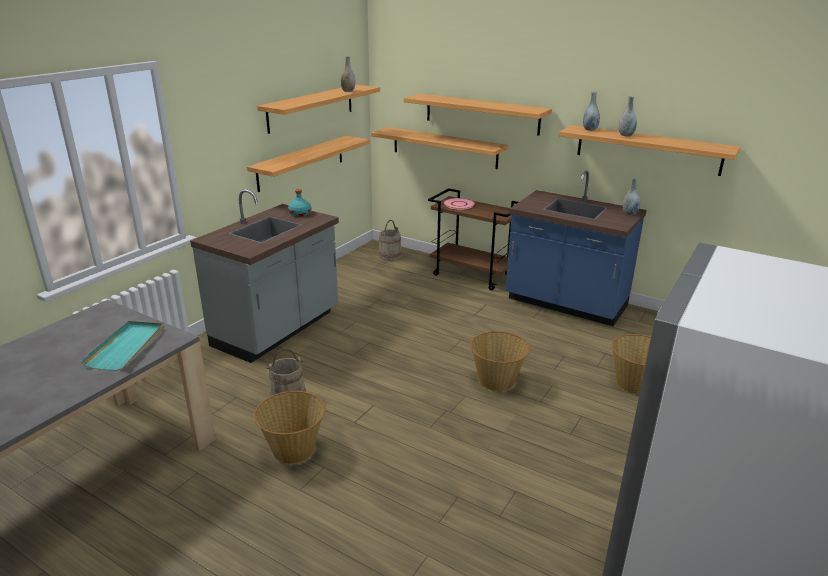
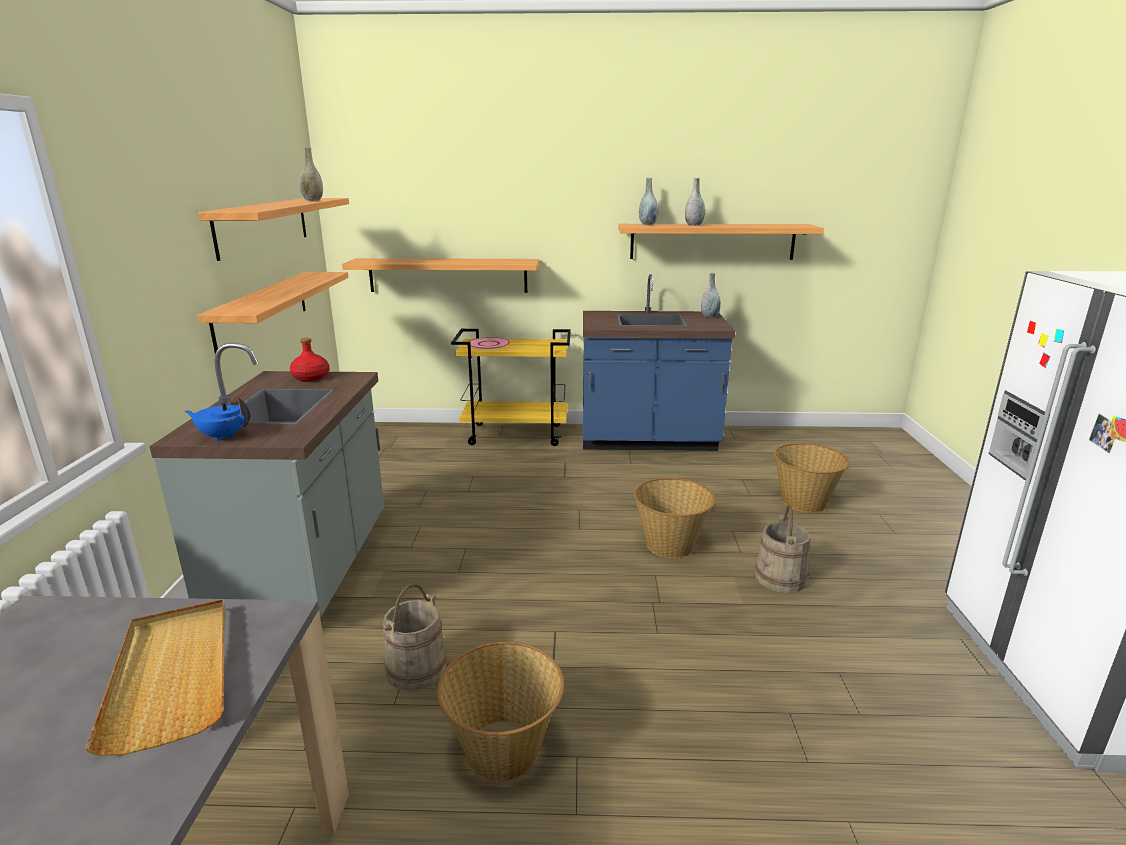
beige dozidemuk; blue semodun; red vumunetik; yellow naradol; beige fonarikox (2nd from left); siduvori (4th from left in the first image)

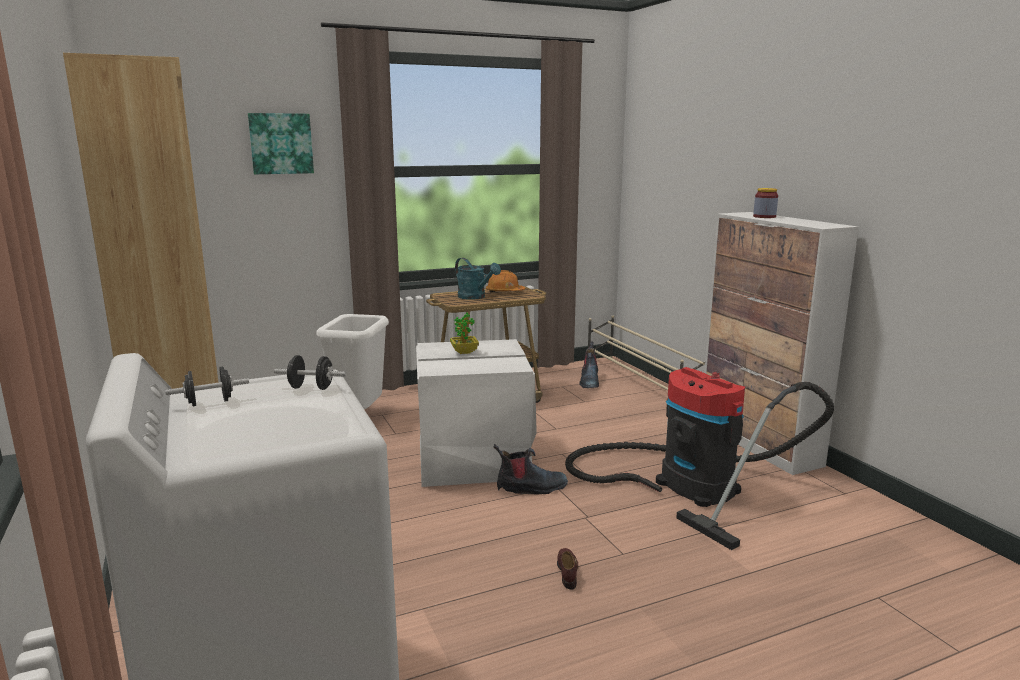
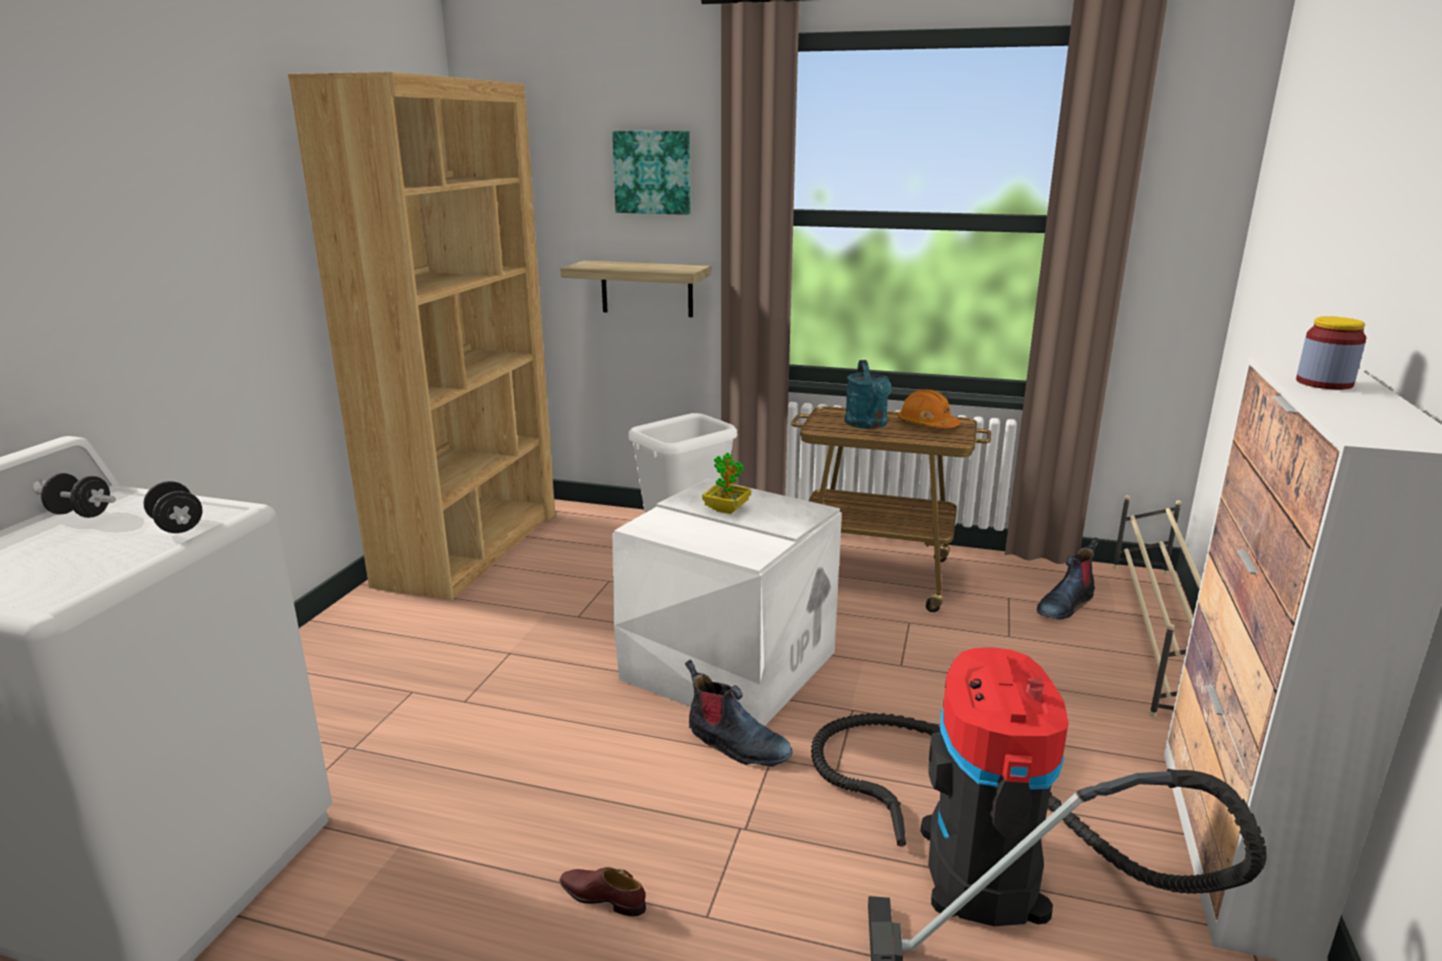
siduvori; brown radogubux

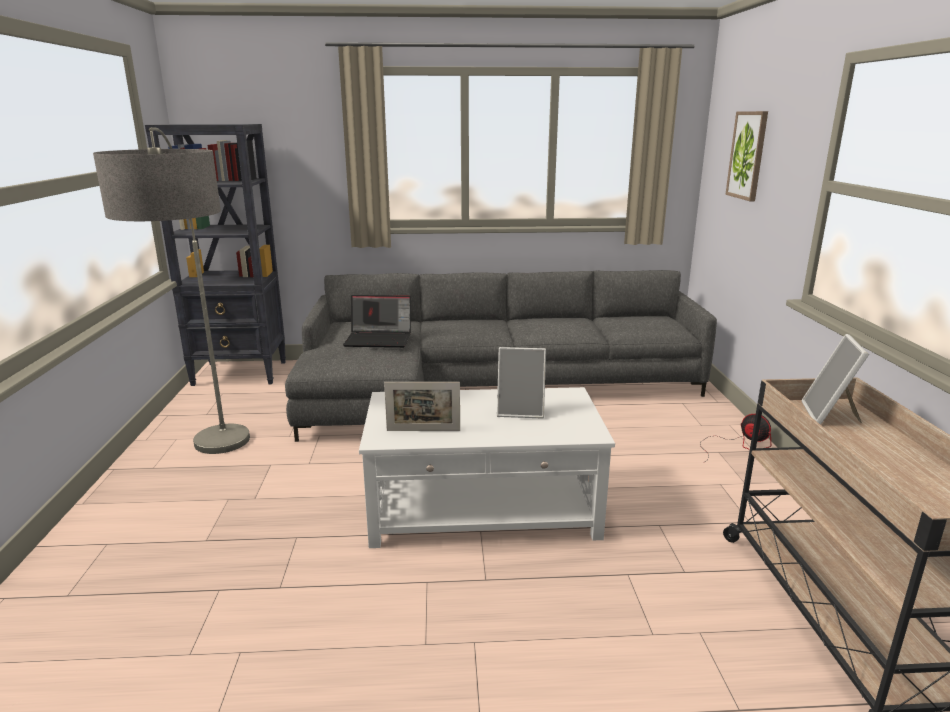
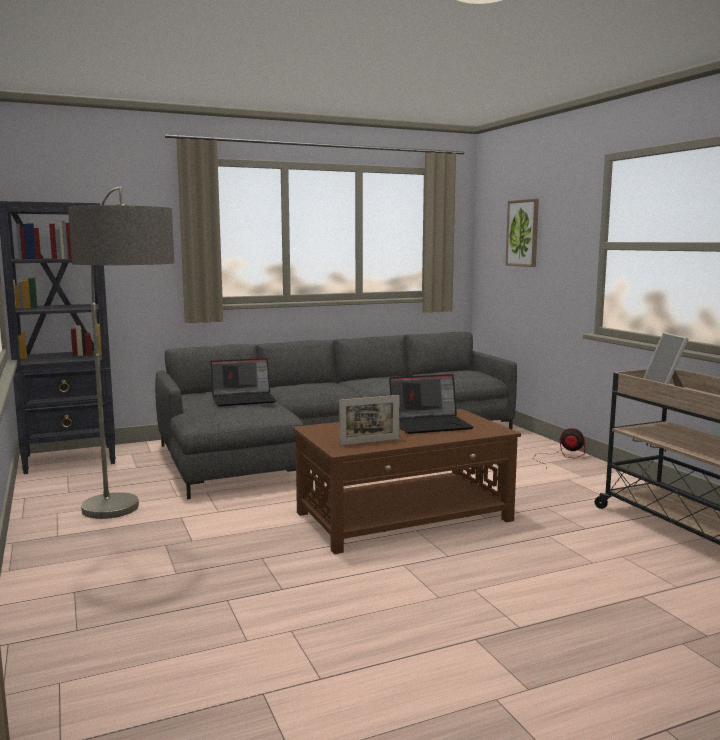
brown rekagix; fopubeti (2nd from left)

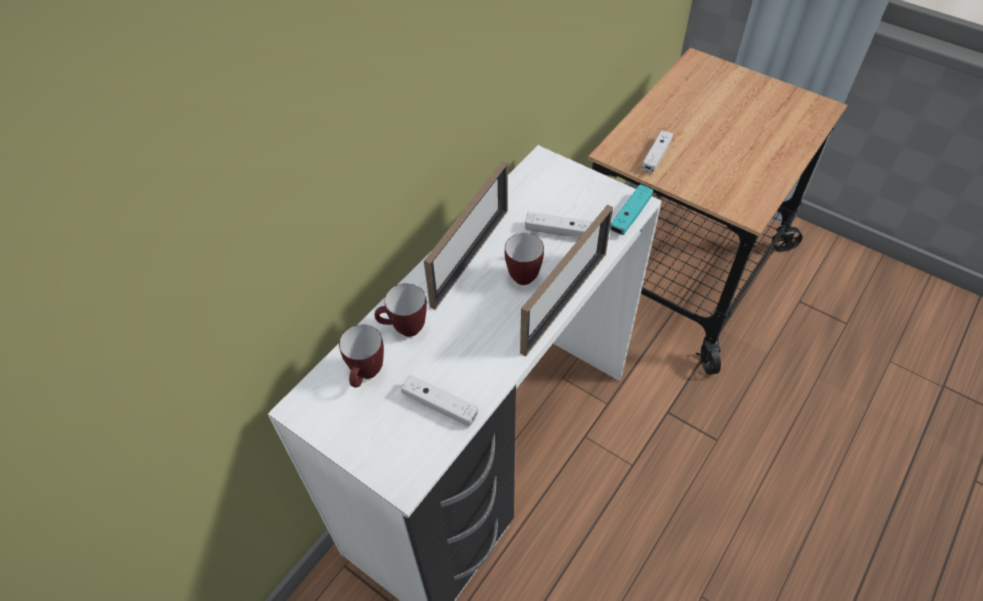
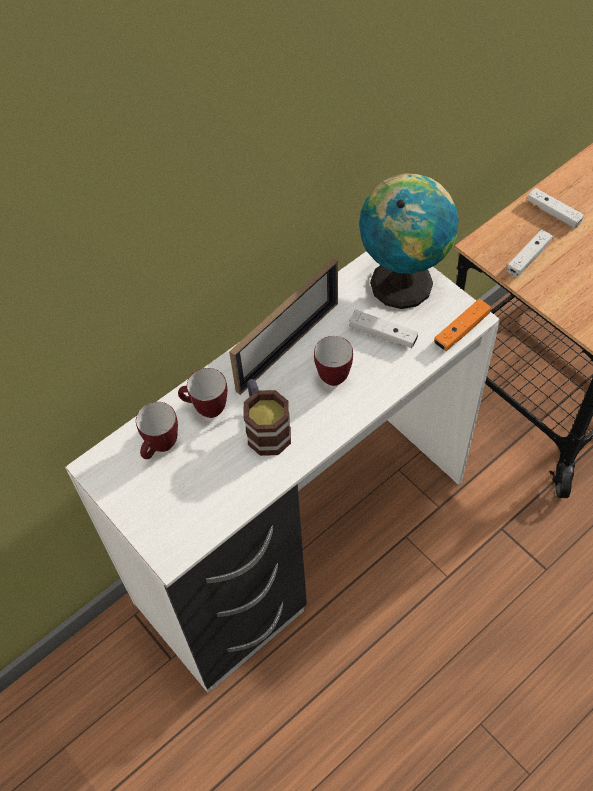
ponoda (3rd from left); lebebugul; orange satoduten; white satoduten (3rd from left); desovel (2nd from left in the first image)

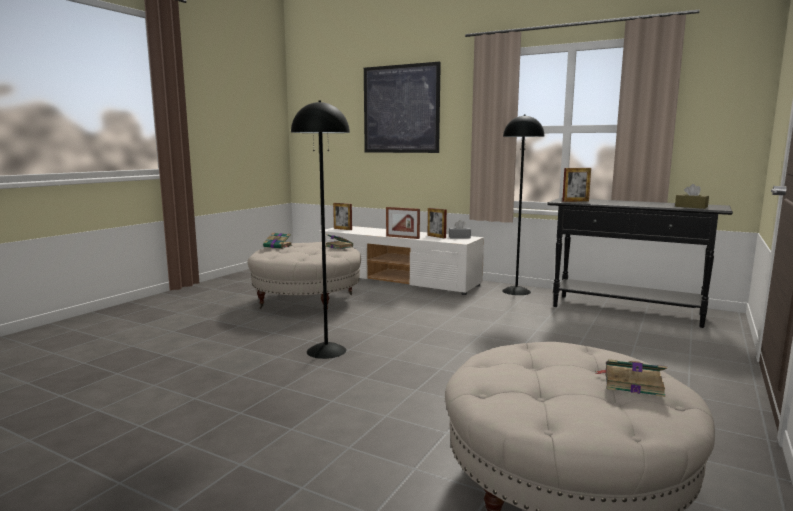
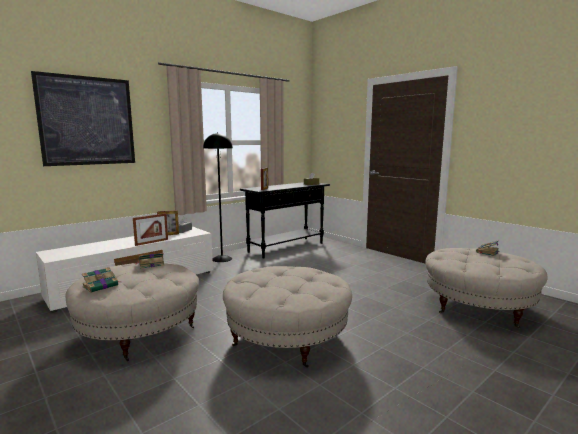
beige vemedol (2nd from left); desovel (1st from left in the first image)

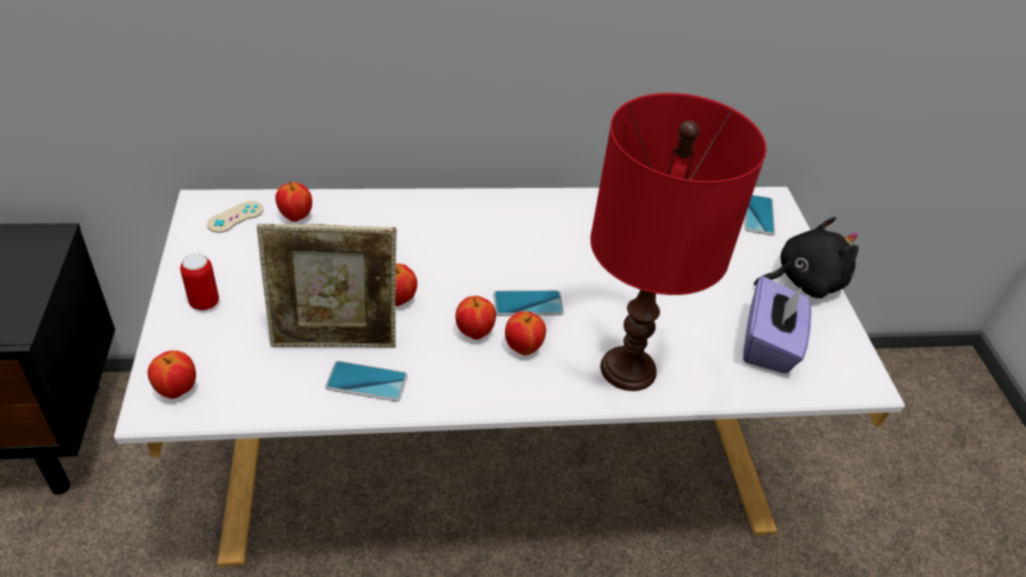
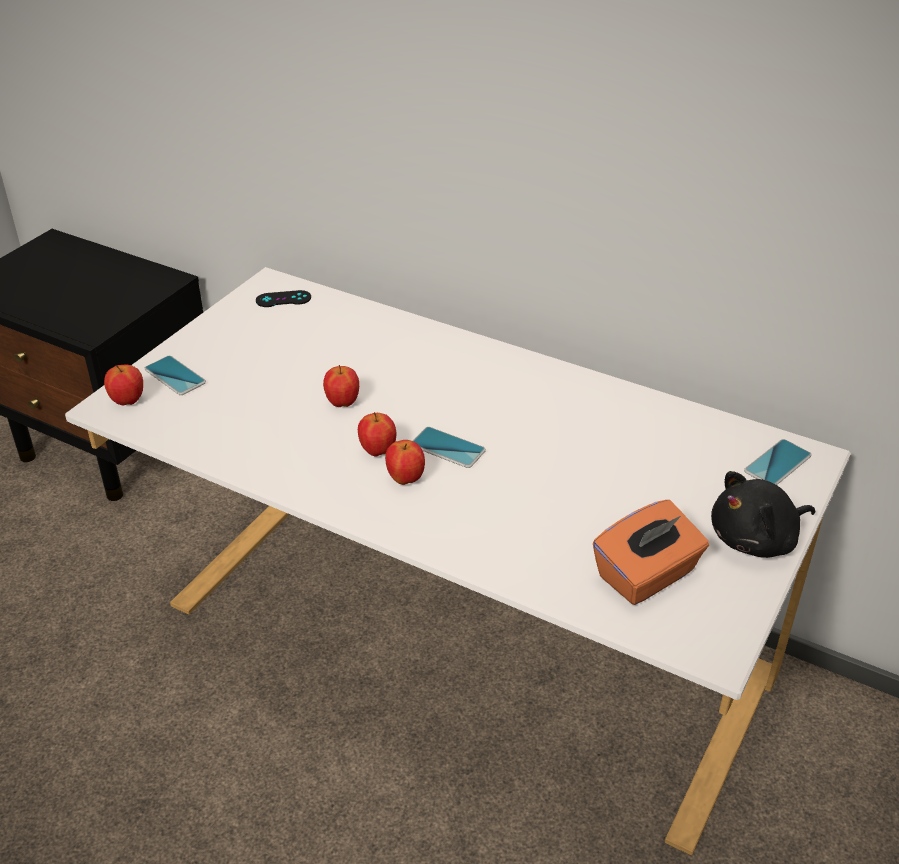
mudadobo (1st from left); black satoduten; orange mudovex; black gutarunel; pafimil; desovel; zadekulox (2nd from left in the first image); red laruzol

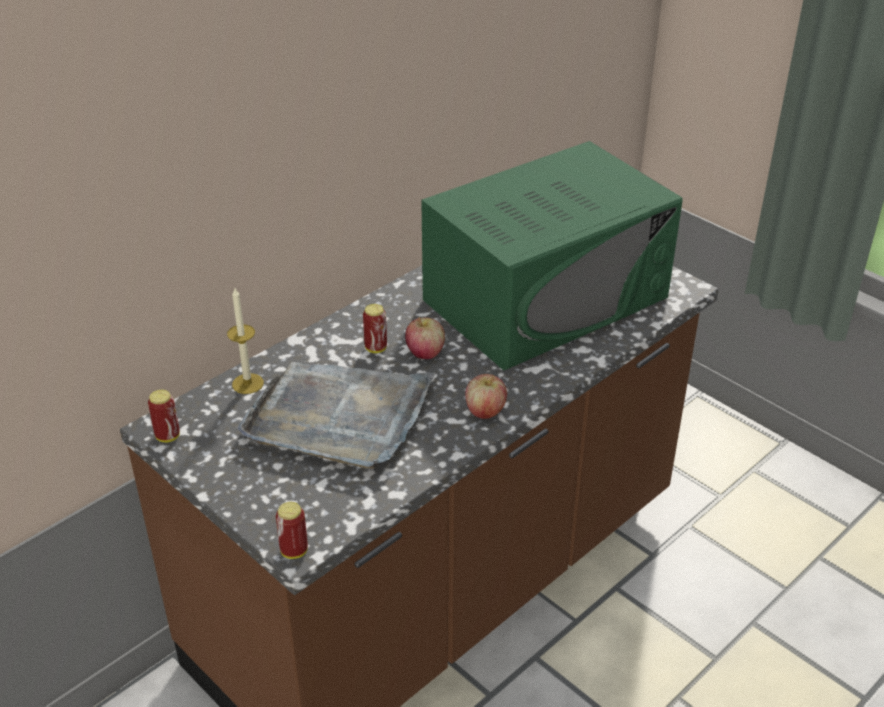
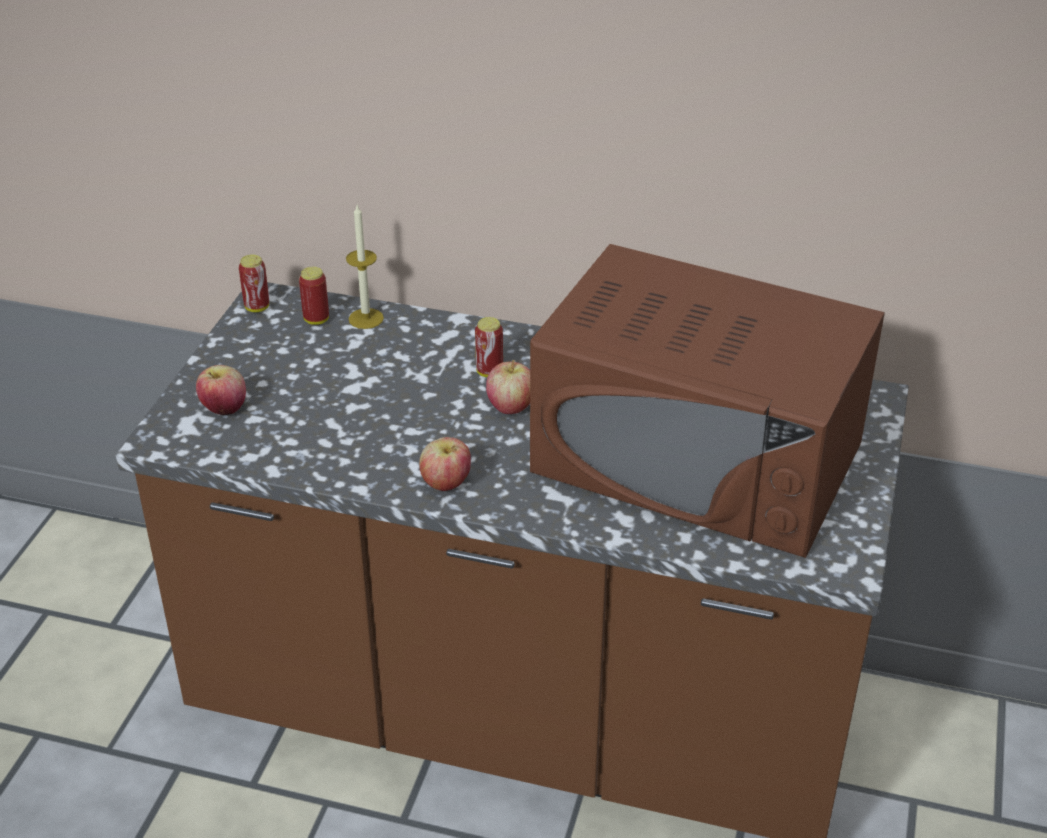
zadekulox (1st from left); pafimil (2nd from left); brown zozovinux; grey dozidemuk

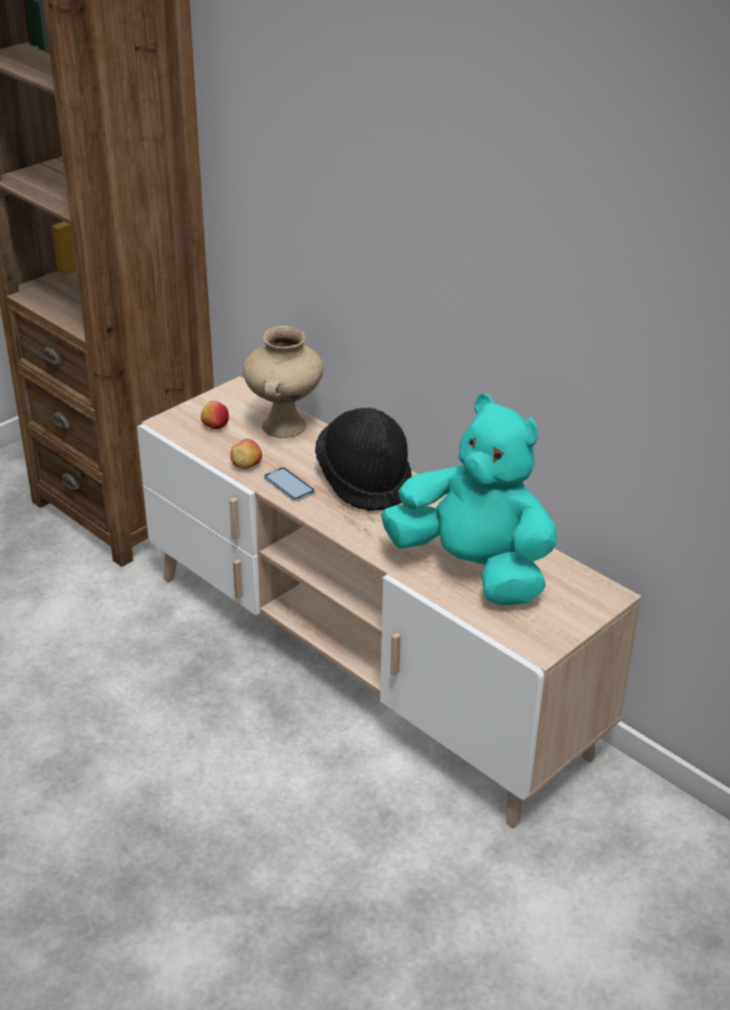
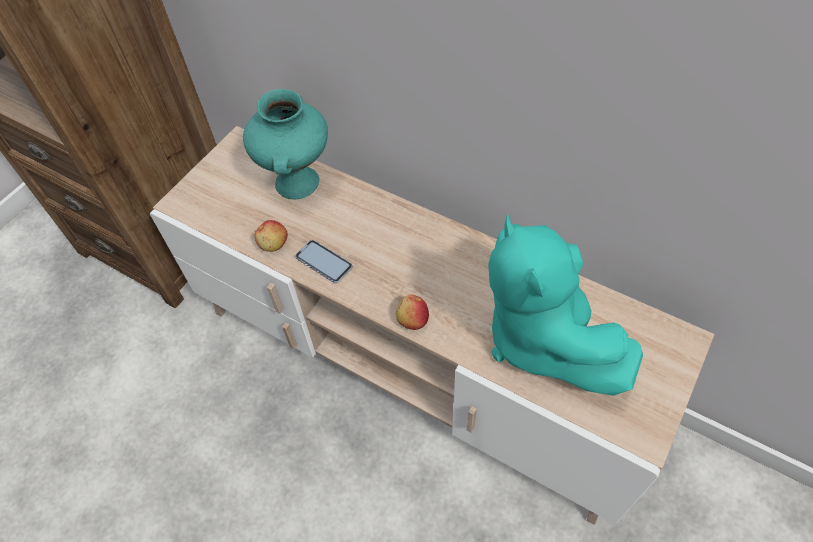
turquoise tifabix; zadekulox (2nd from left); turquoise gutarunel; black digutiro

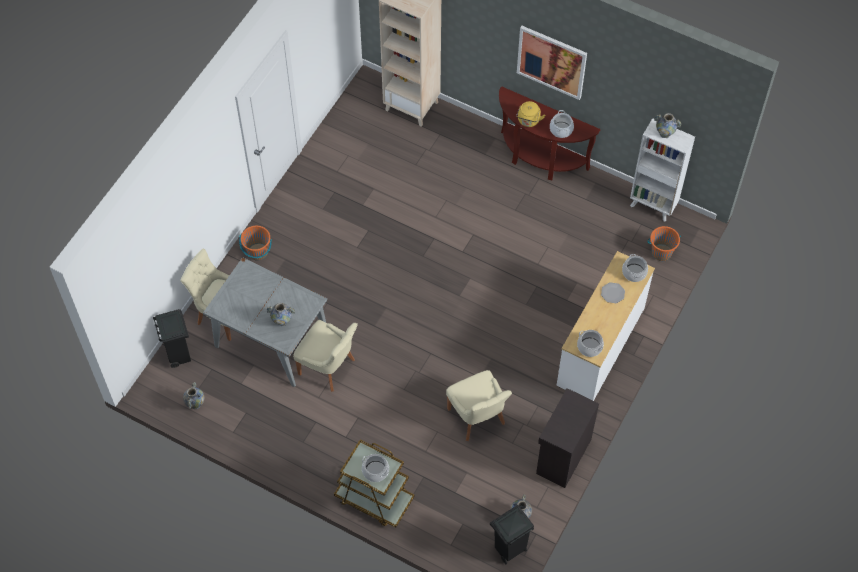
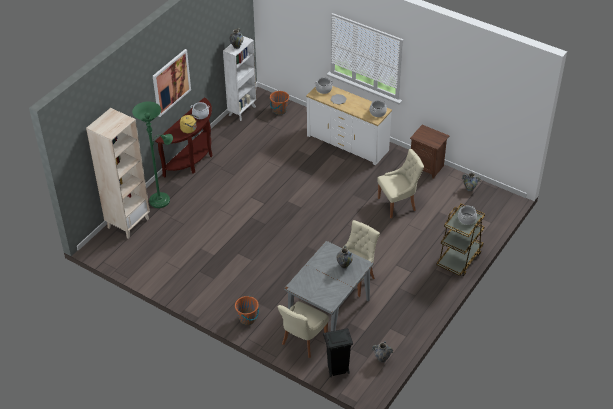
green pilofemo; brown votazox; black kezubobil (2nd from left in the first image)

